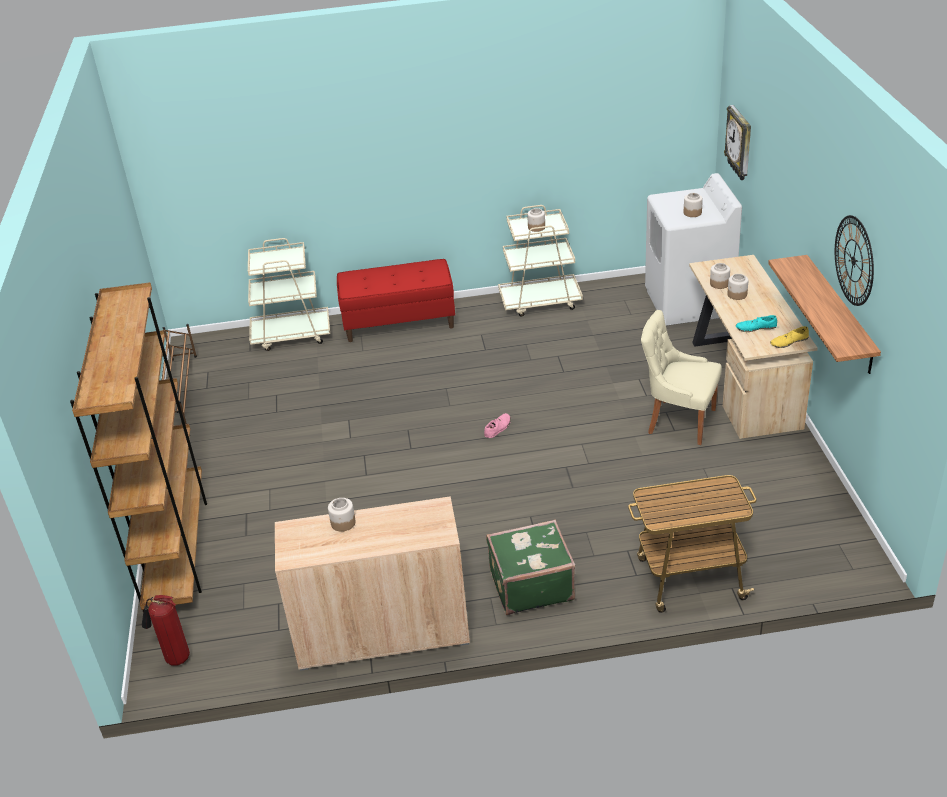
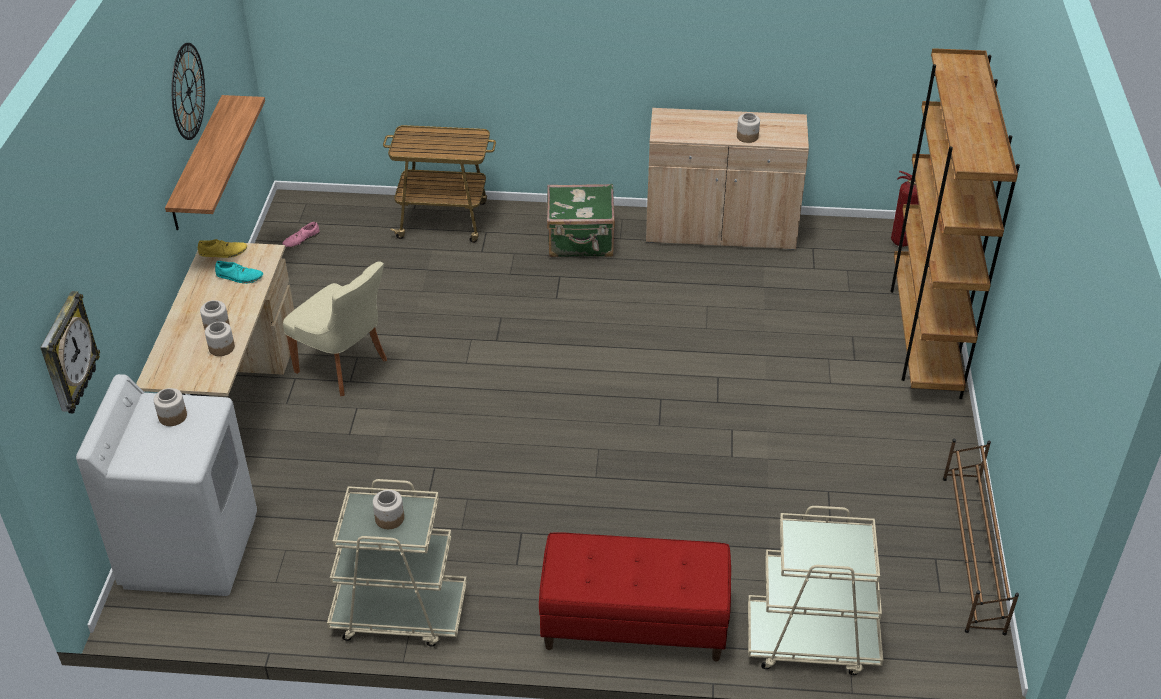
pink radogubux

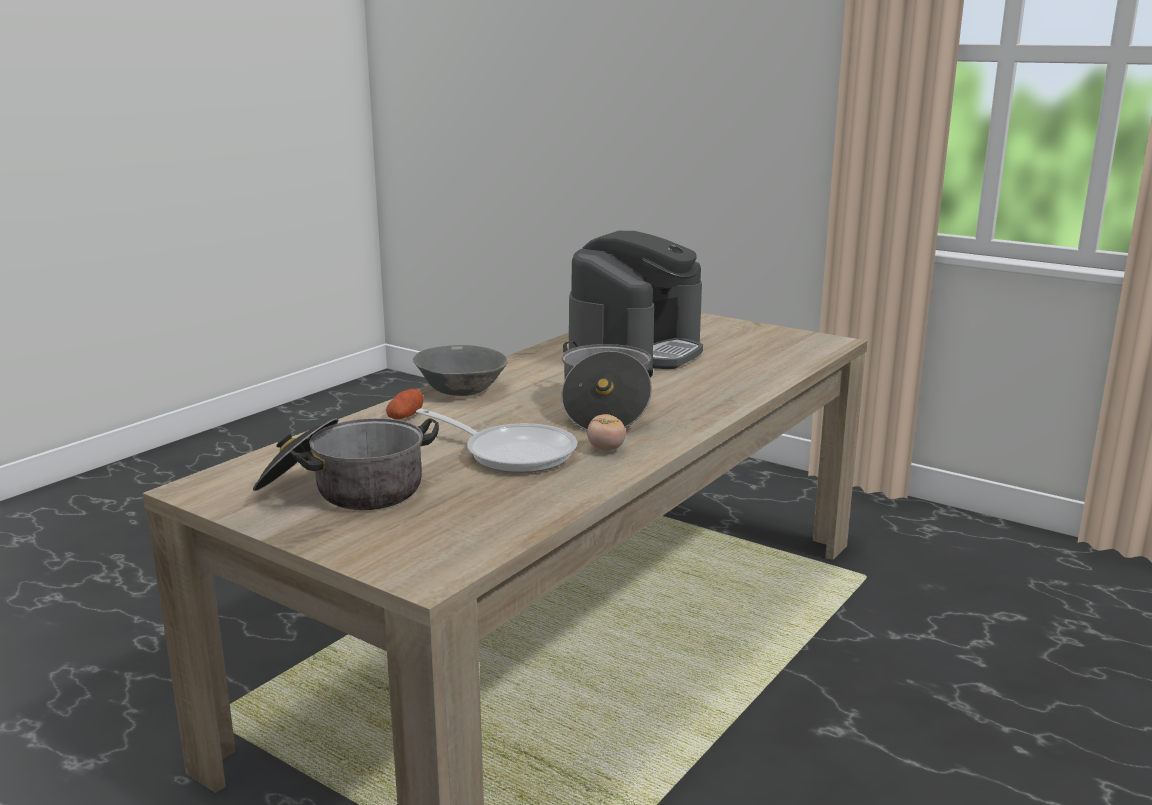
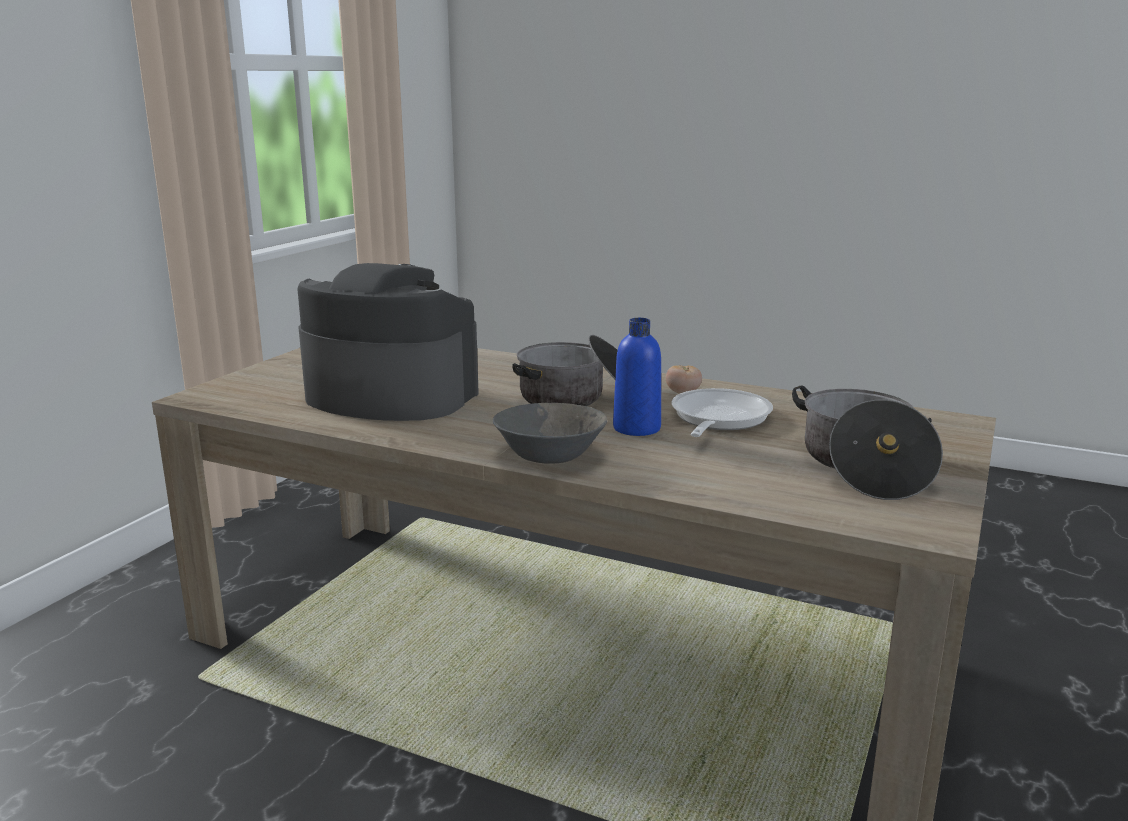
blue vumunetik; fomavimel

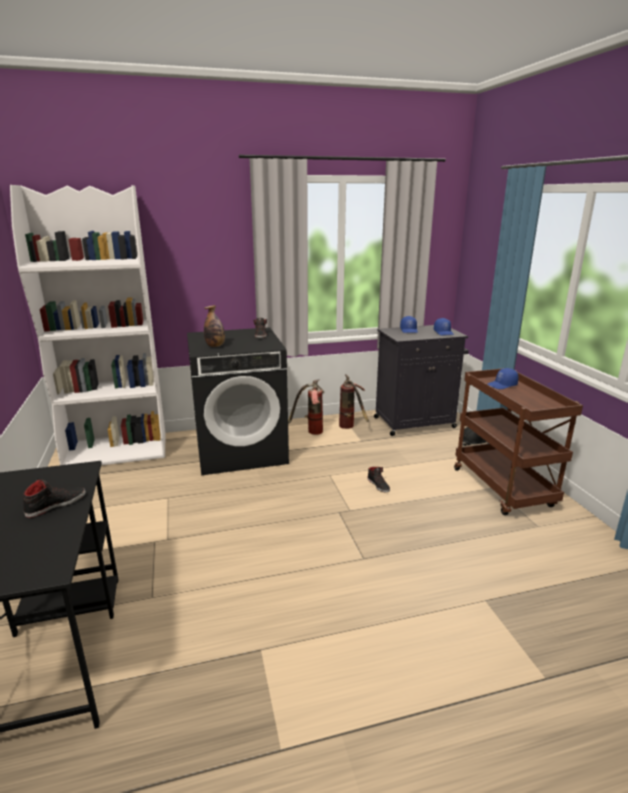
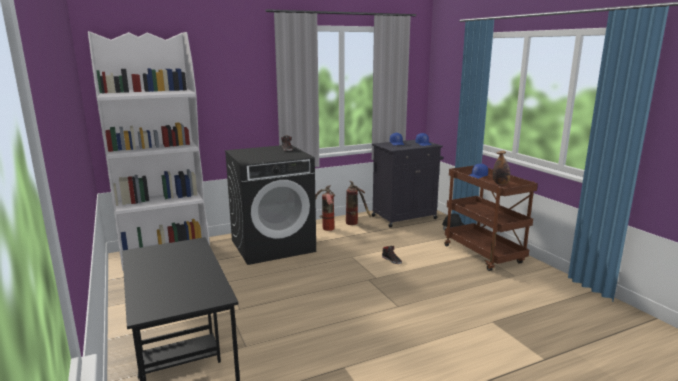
vumunetik; black radogubux (1st from left in the first image)

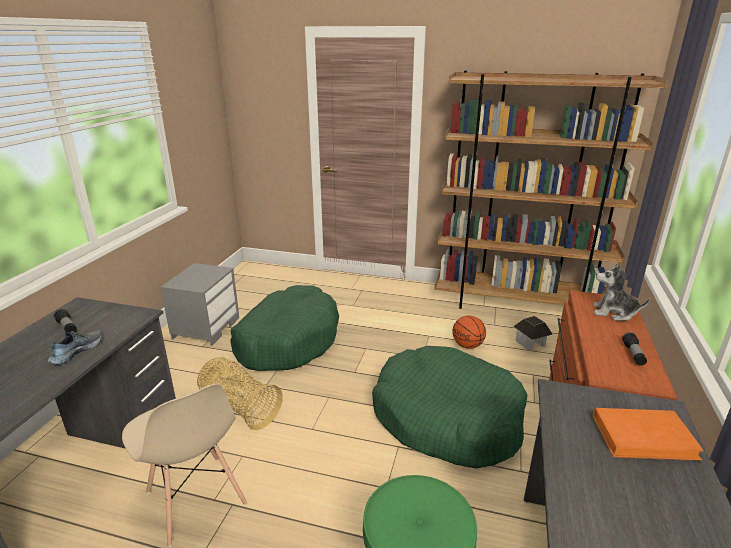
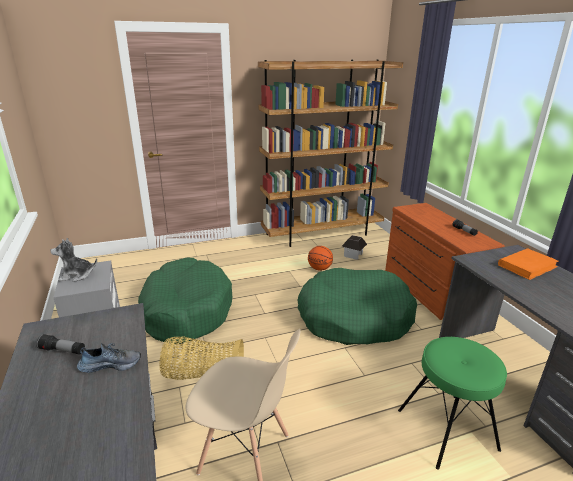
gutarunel; radogubux

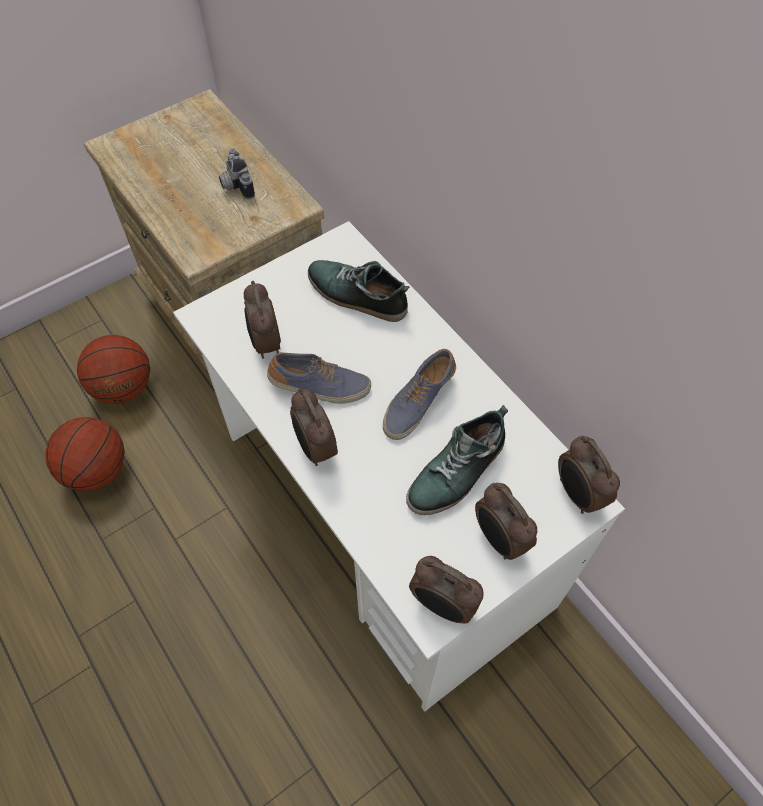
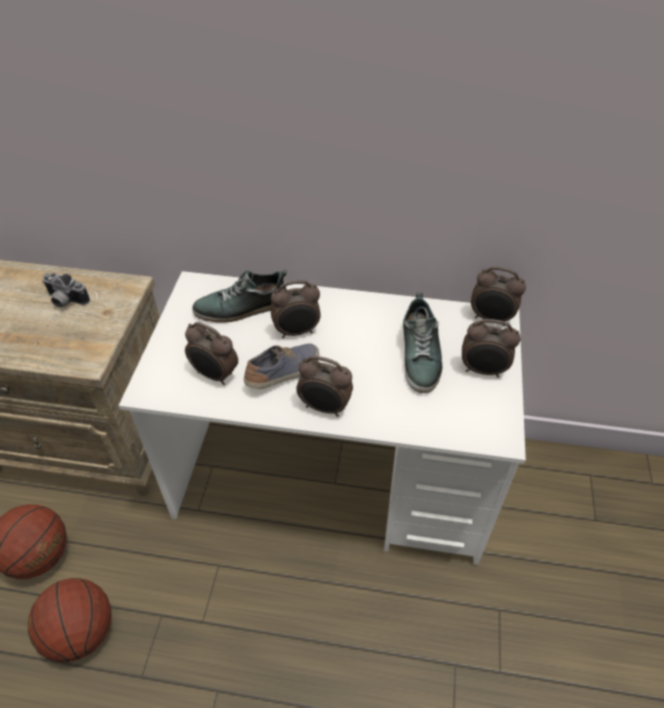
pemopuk (2nd from left); radogubux (3rd from left in the first image)

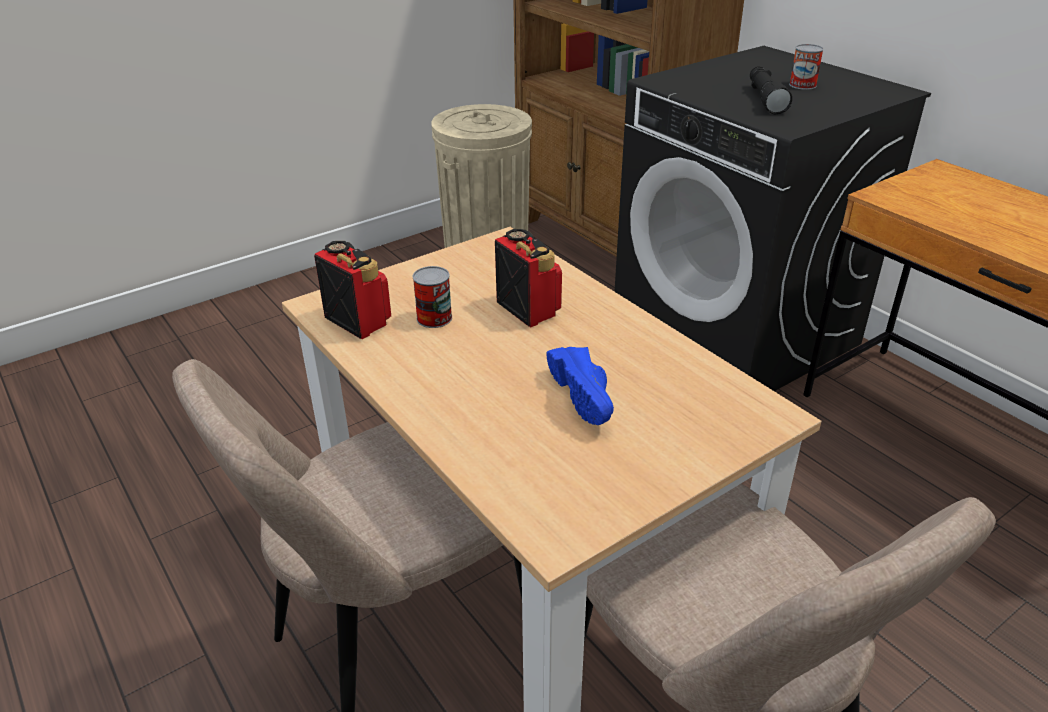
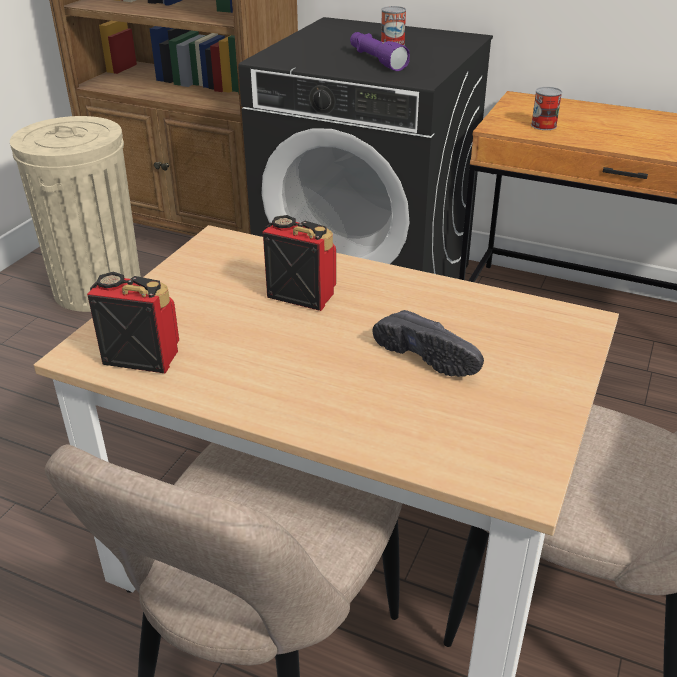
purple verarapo; black radogubux; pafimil (2nd from left)

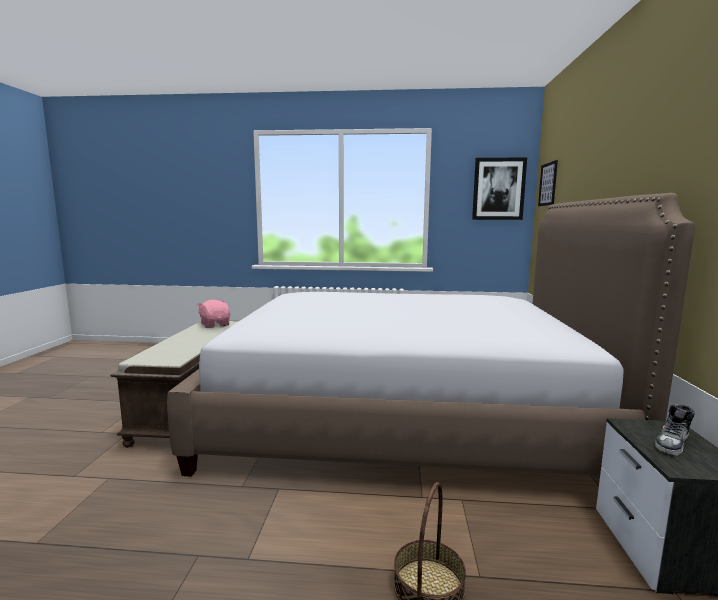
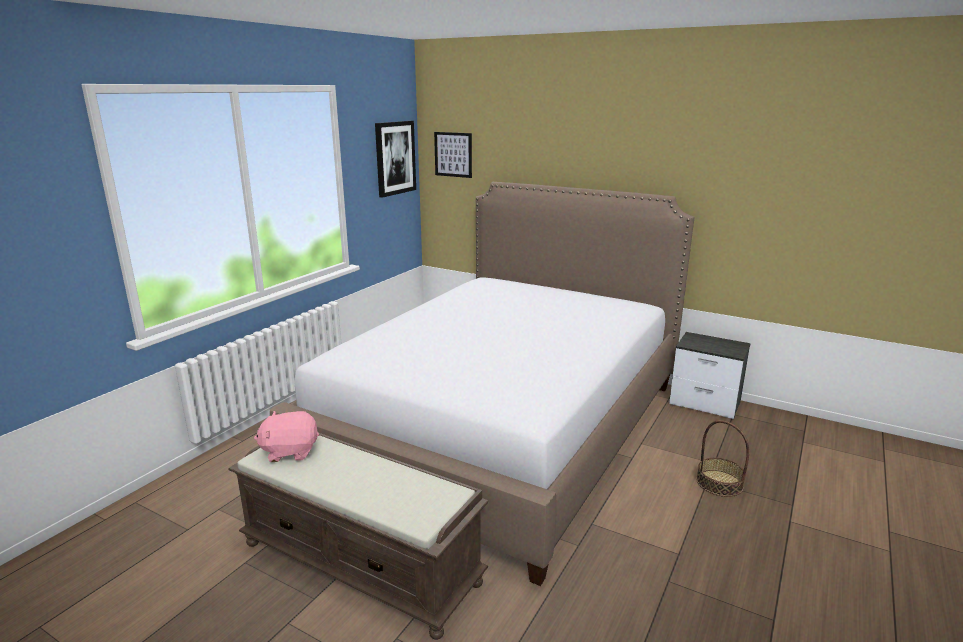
radogubux

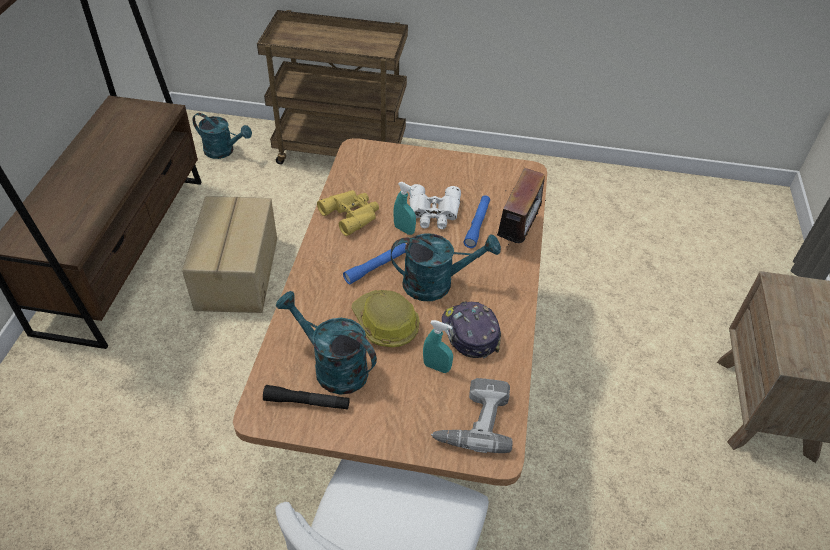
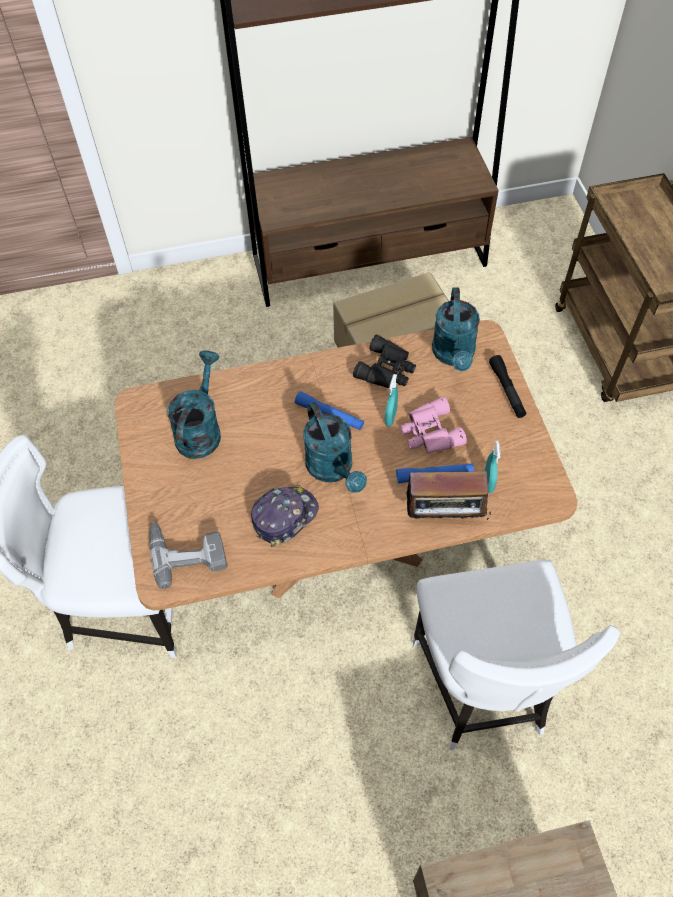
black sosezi; pink sosezi; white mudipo (2nd from left); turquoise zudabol (3rd from left); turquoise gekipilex (2nd from left); black verarapo; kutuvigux

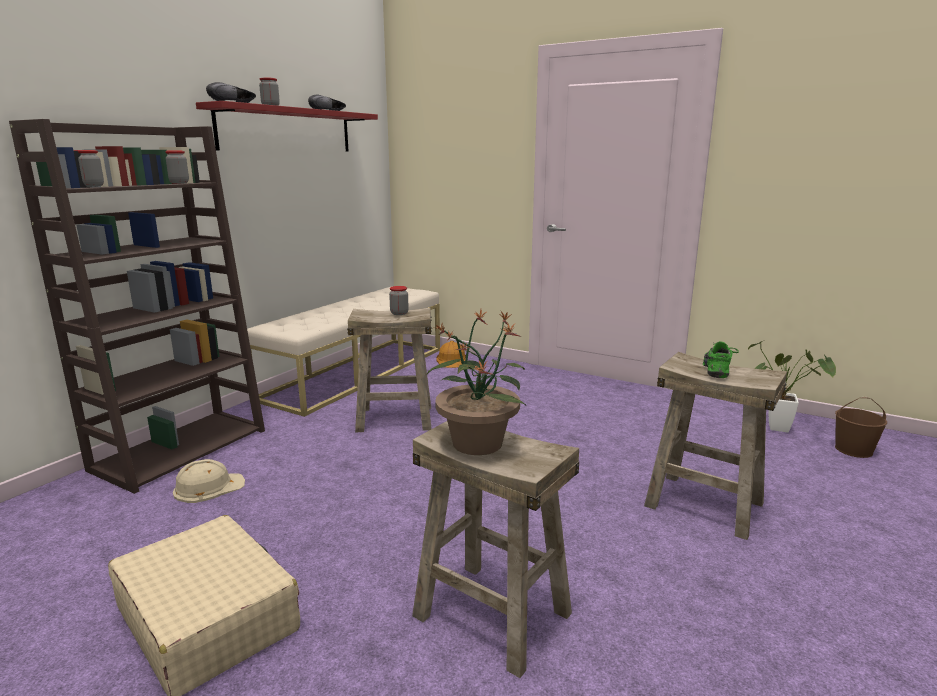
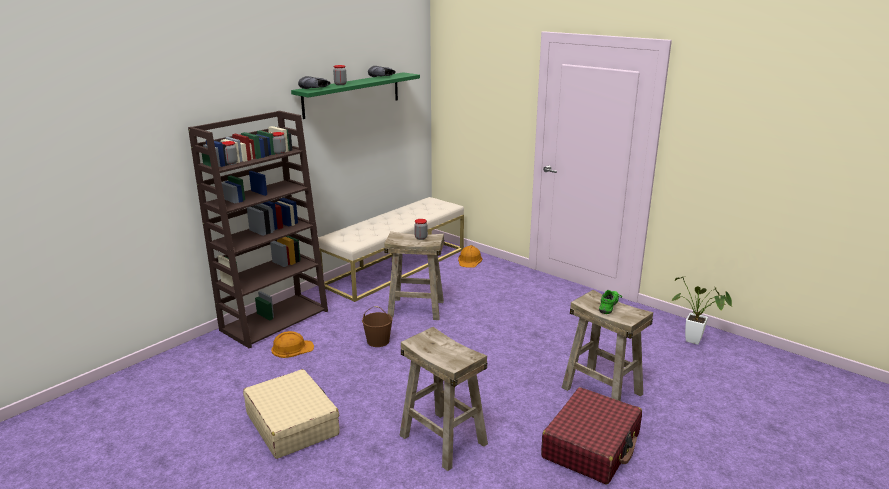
orange kutuvigux (1st from left); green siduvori; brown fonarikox; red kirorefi; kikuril (1st from left in the first image)

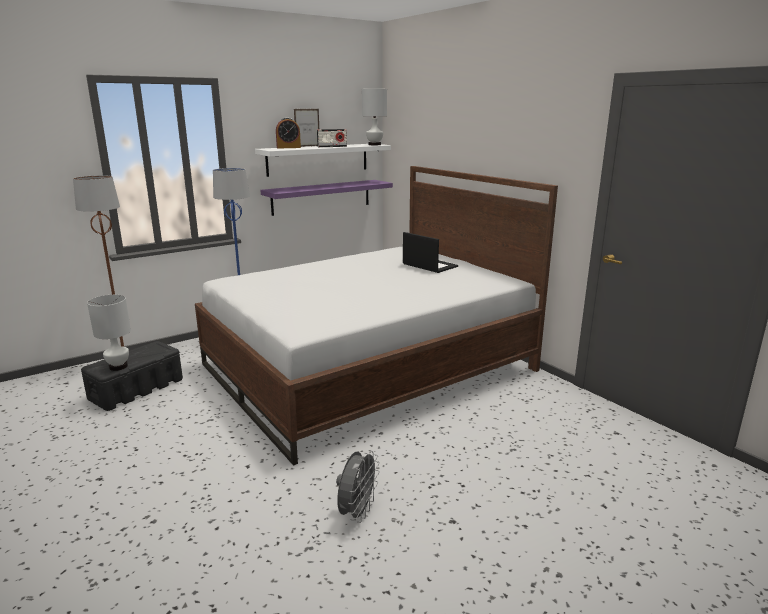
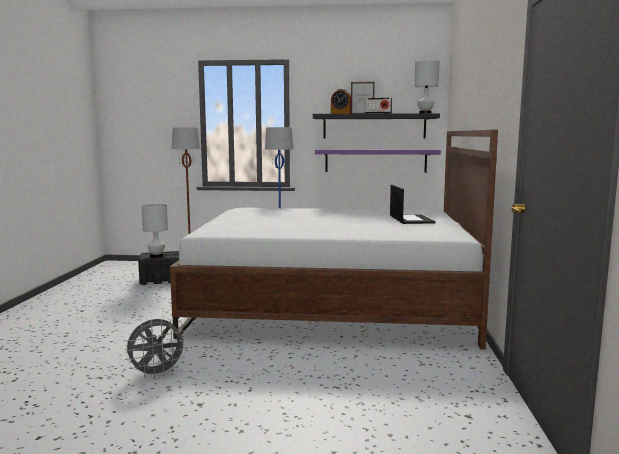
black siduvori

